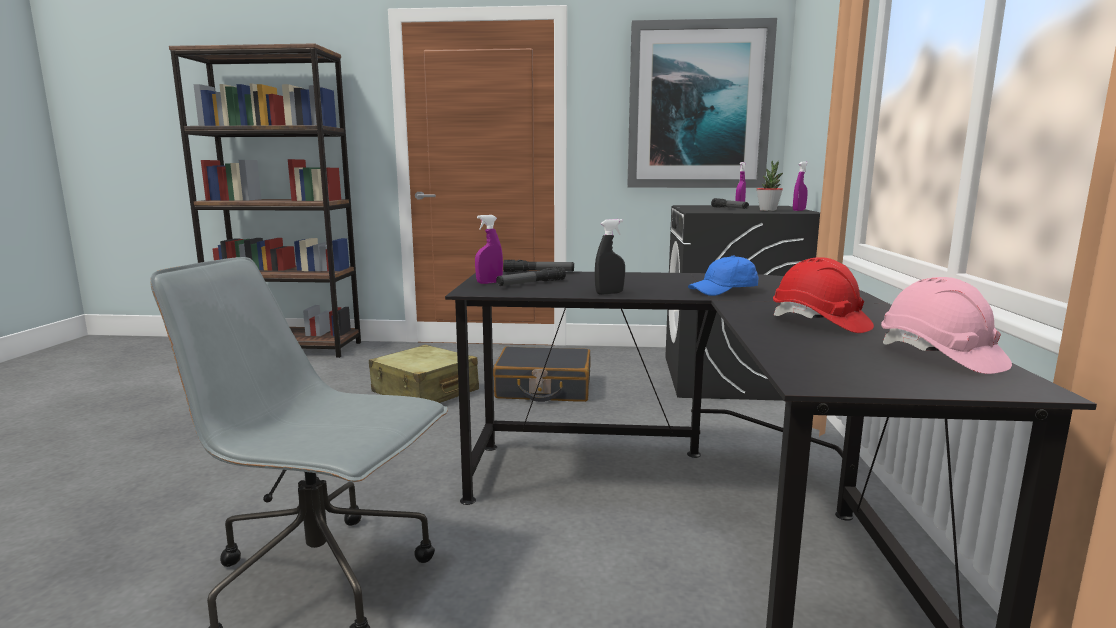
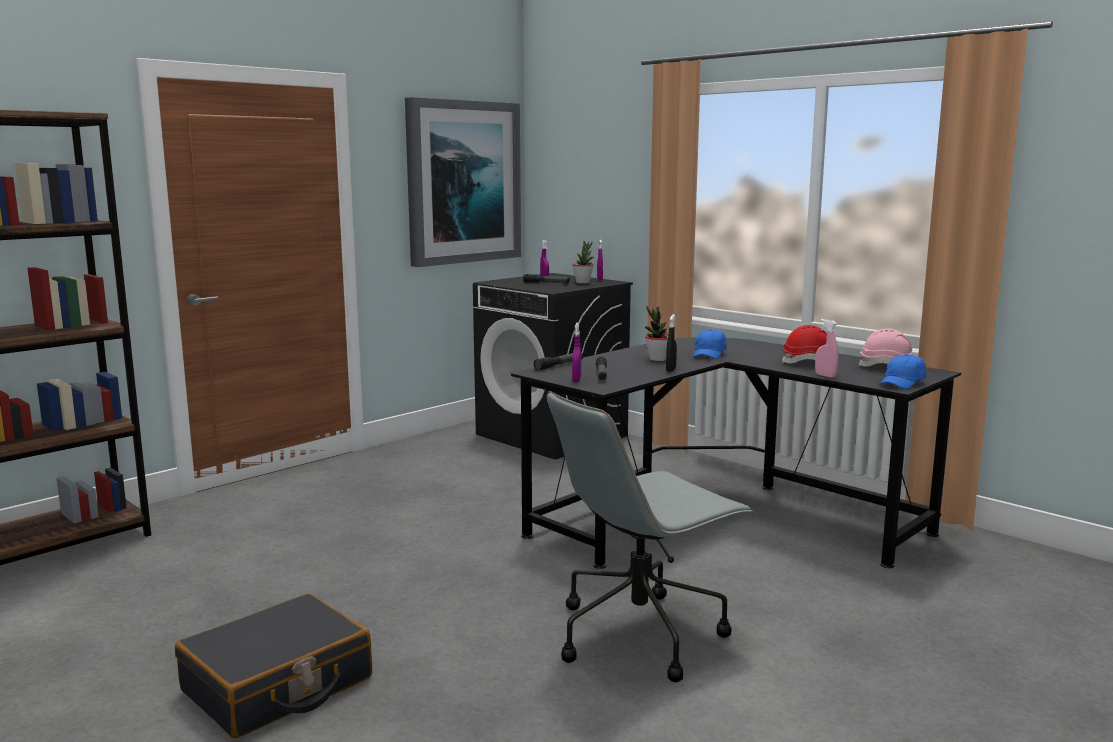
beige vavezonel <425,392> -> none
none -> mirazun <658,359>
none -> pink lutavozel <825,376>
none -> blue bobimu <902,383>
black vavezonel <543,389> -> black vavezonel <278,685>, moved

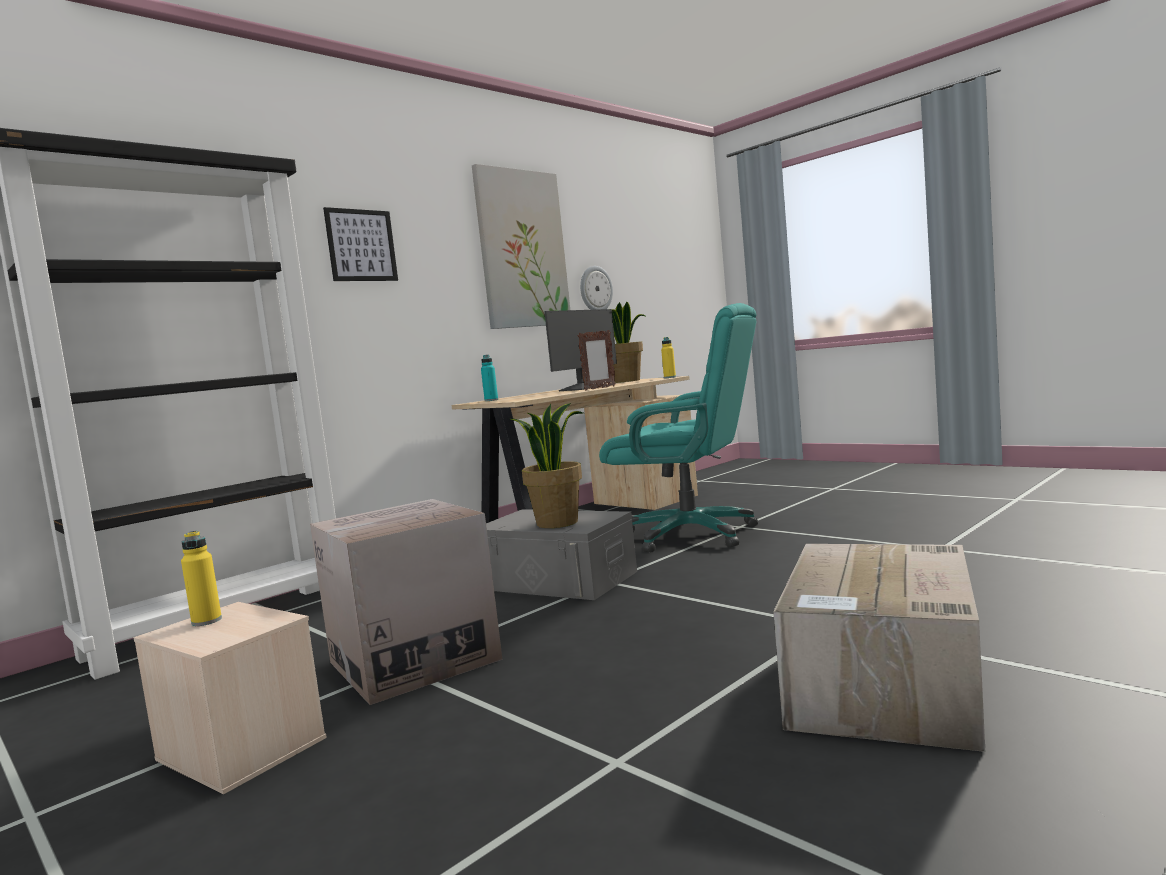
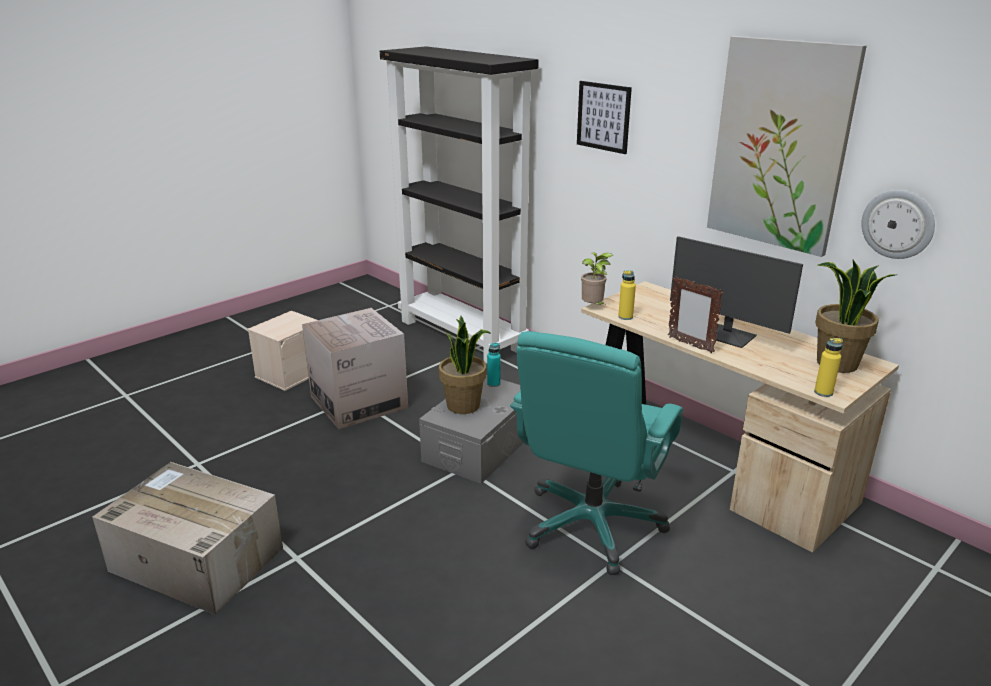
none -> mirazun <593,307>
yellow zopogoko <206,621> -> yellow zopogoko <625,317>, moved
turquoise zopogoko <491,400> -> turquoise zopogoko <493,384>, moved

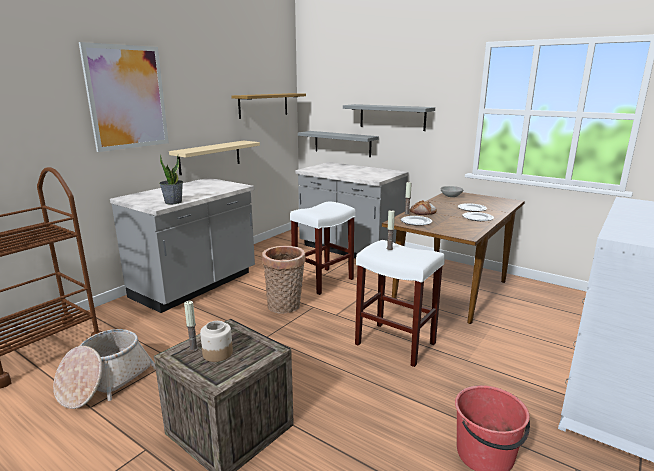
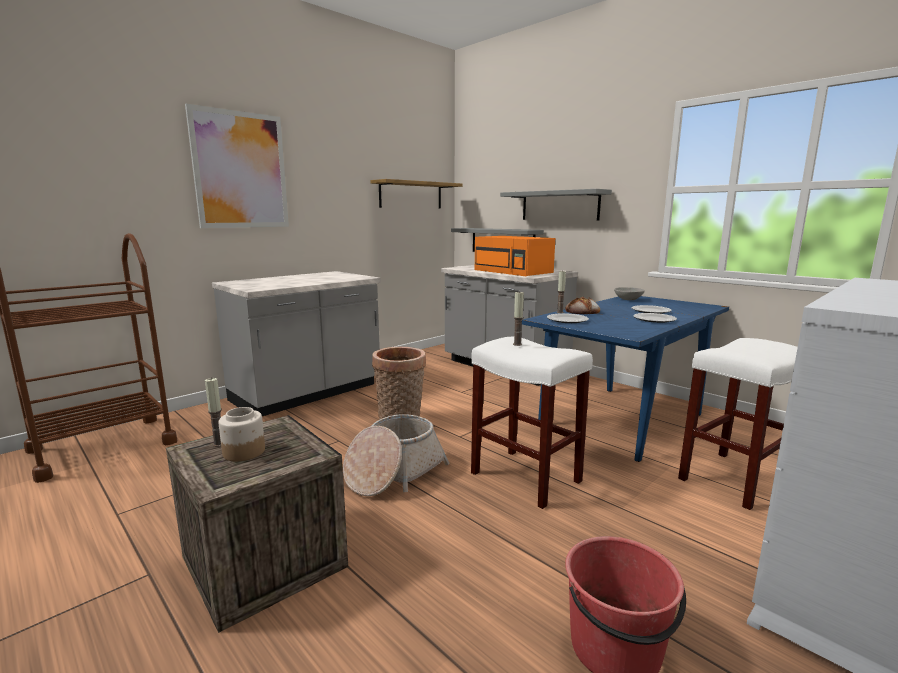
mirazun <173,202> -> none
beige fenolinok <210,157> -> none
none -> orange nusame <513,271>
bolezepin <104,382> -> bolezepin <393,473>, moved
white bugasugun <323,281> -> white bugasugun <734,480>, moved
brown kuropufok <451,289> -> blue kuropufok <622,419>

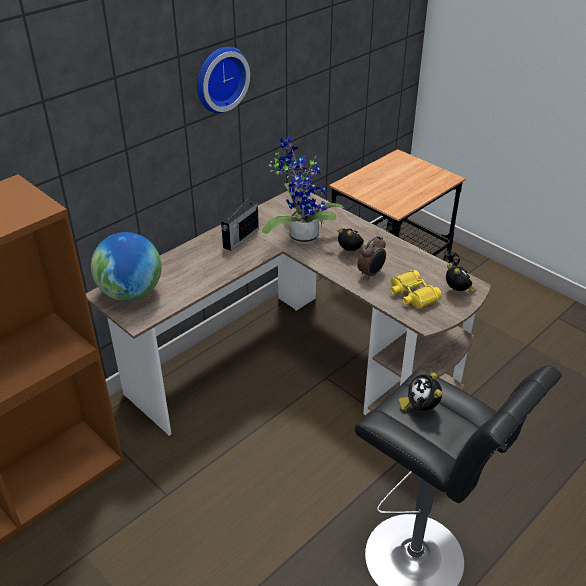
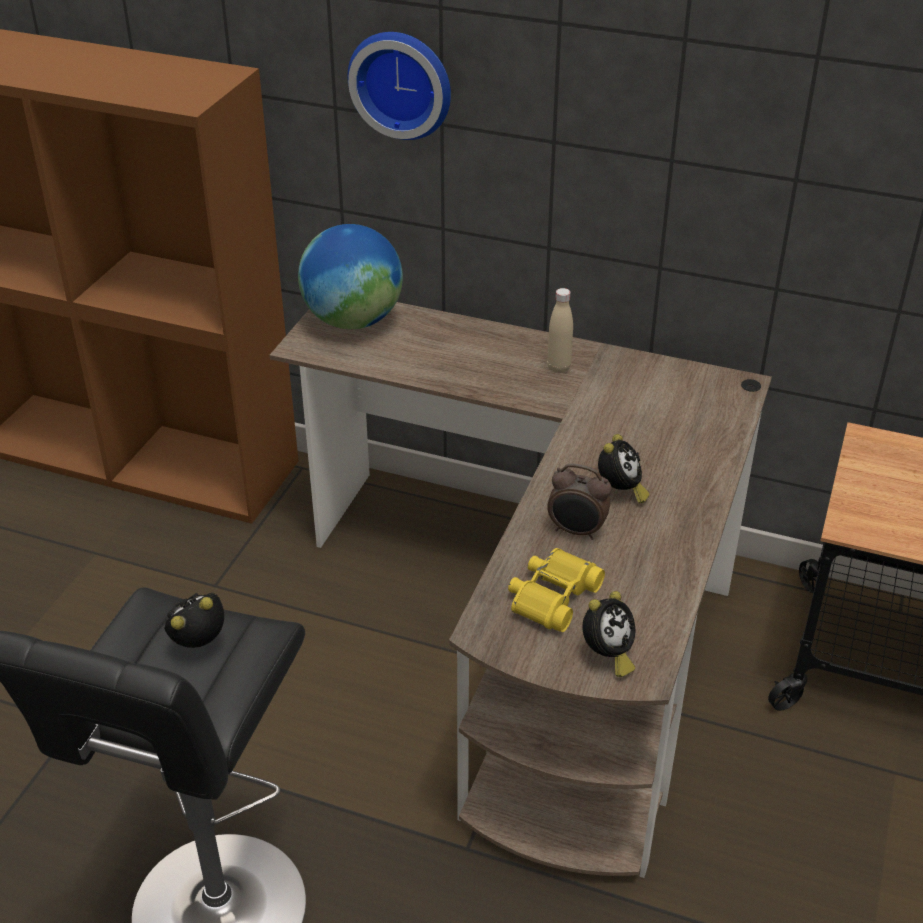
mirazun <300,235> -> none
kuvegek <219,78> -> kuvegek <402,83>, moved
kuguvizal <240,238> -> beige zopogoko <558,367>

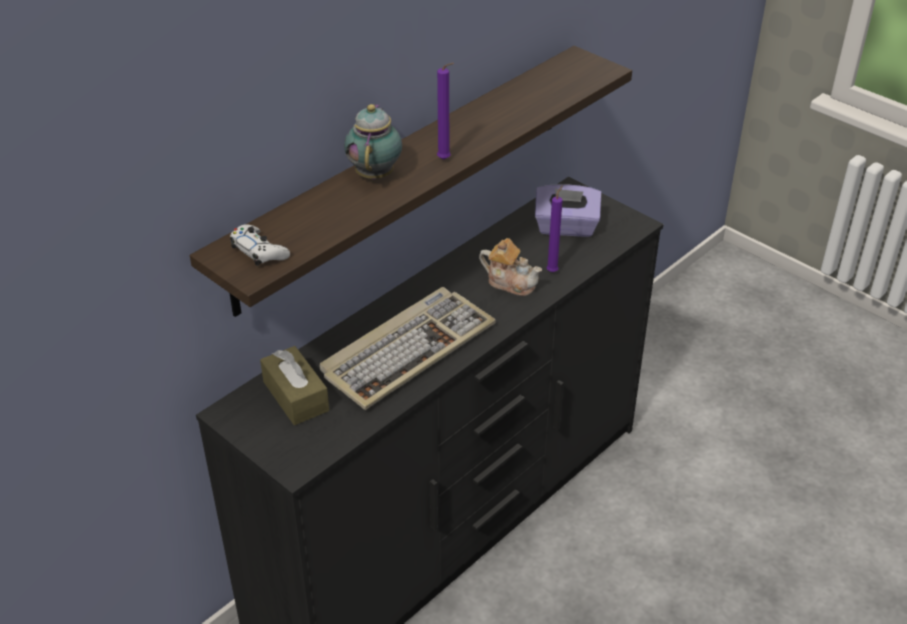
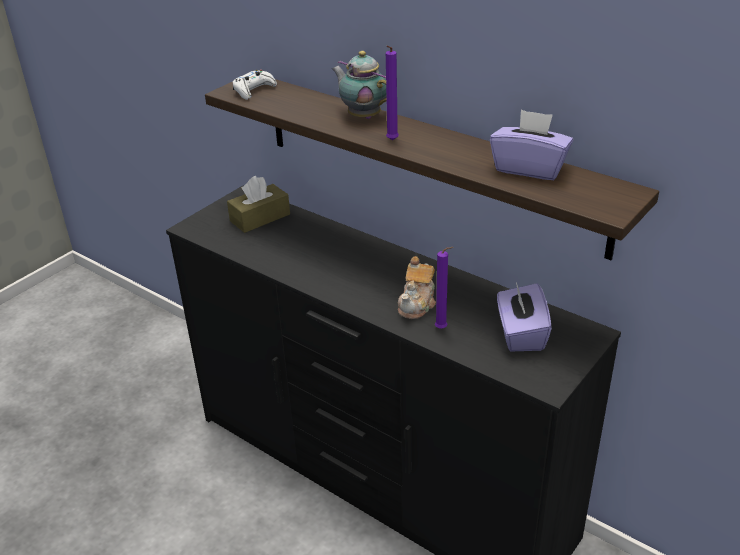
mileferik <408,350> -> none
none -> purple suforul <529,168>
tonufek <375,173> -> tonufek <363,116>, 135 degrees counterclockwise

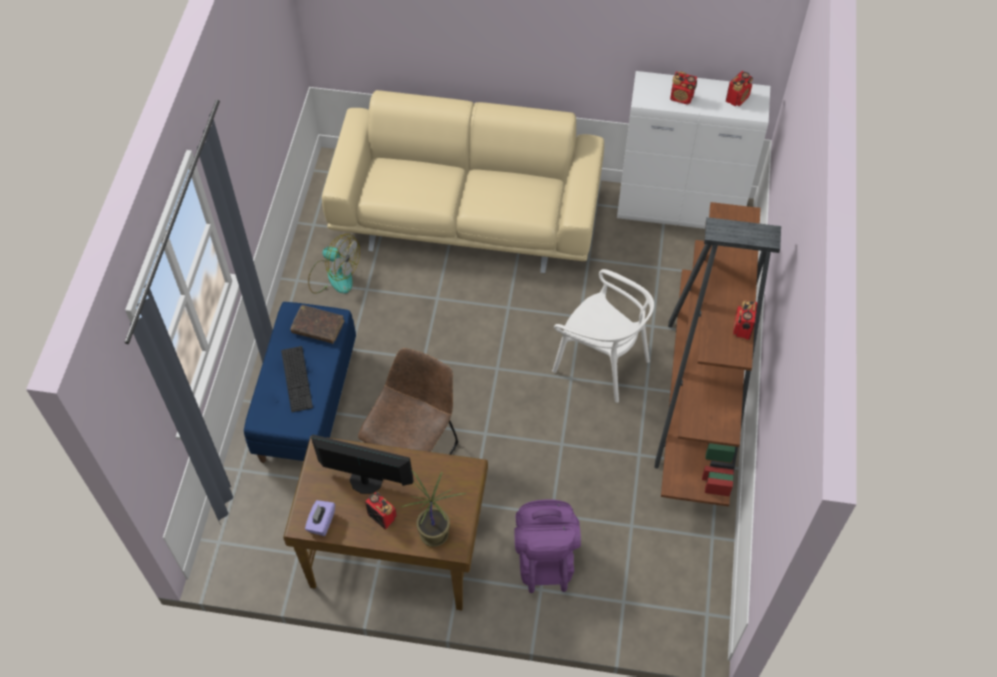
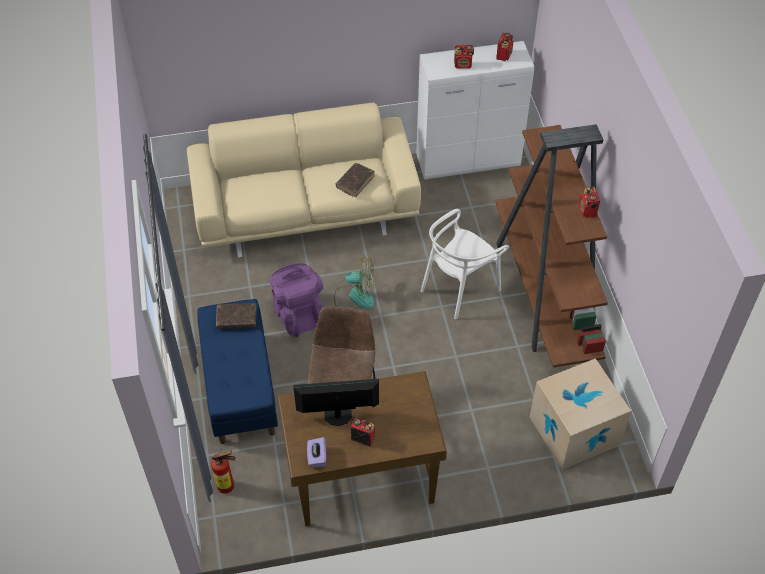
mileferik <296,379> -> none
mirazun <434,533> -> none
none -> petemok <228,486>
none -> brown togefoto <355,182>
none -> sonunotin <574,431>
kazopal <333,276> -> kazopal <355,297>, moved
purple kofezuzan <544,556> -> purple kofezuzan <298,314>, moved
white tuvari <601,362> -> white tuvari <459,288>, 120 degrees clockwise

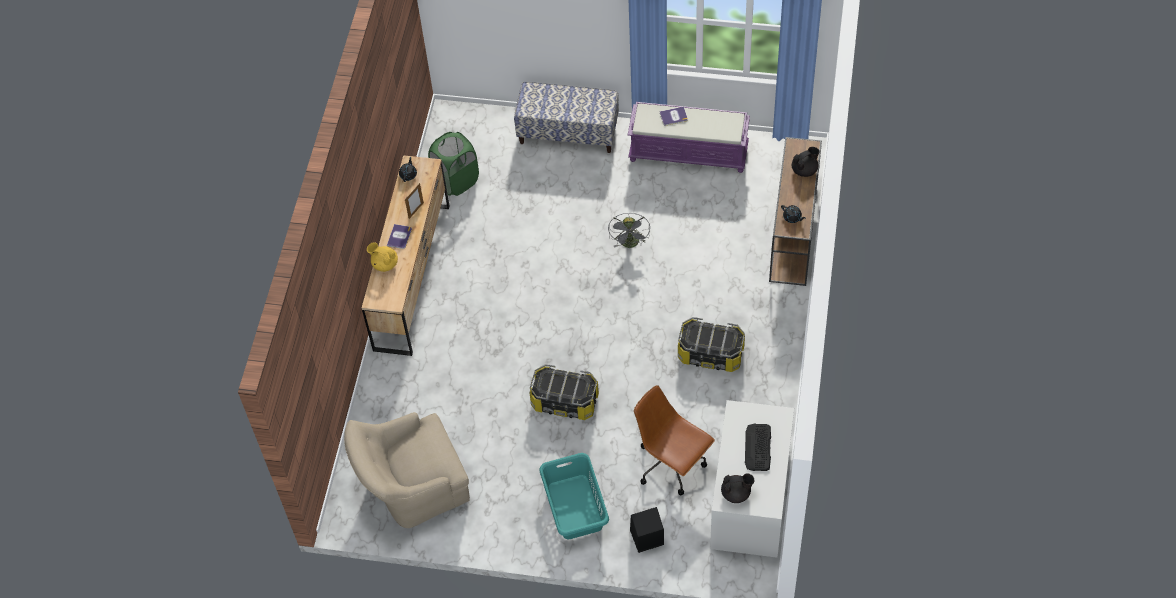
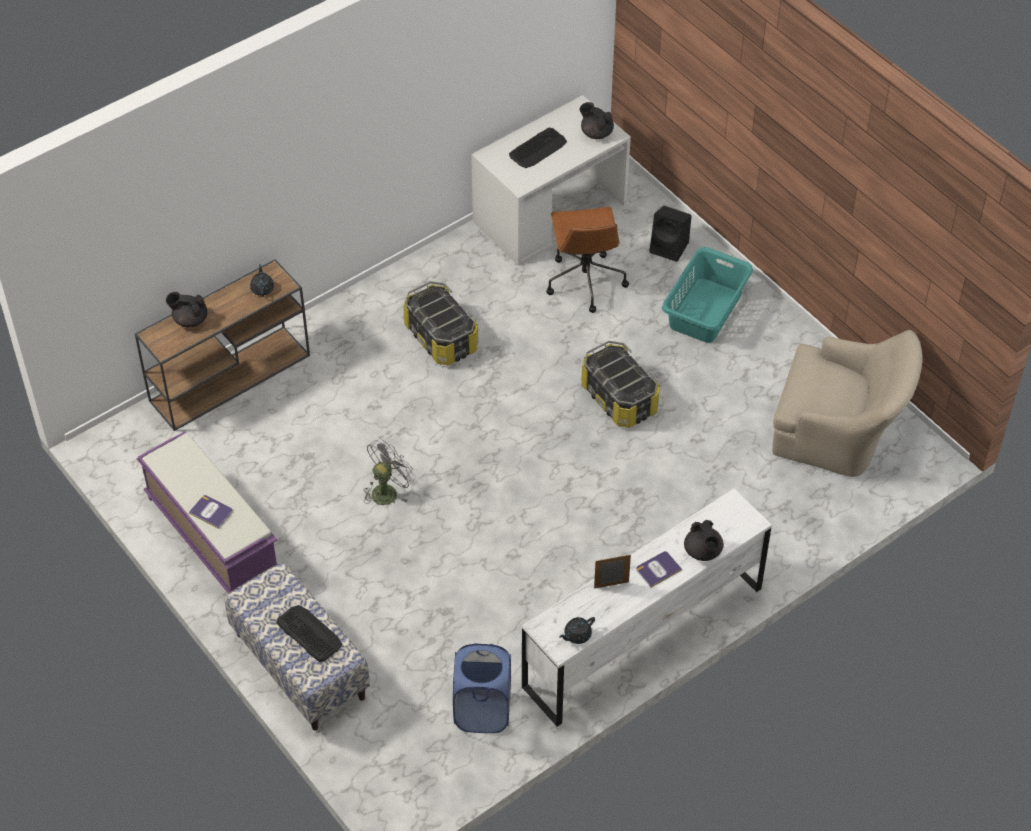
none -> mileferik <309,633>
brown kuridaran <412,276> -> white kuridaran <643,637>
yellow tonufek <384,264> -> black tonufek <703,552>
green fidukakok <456,181> -> blue fidukakok <482,711>

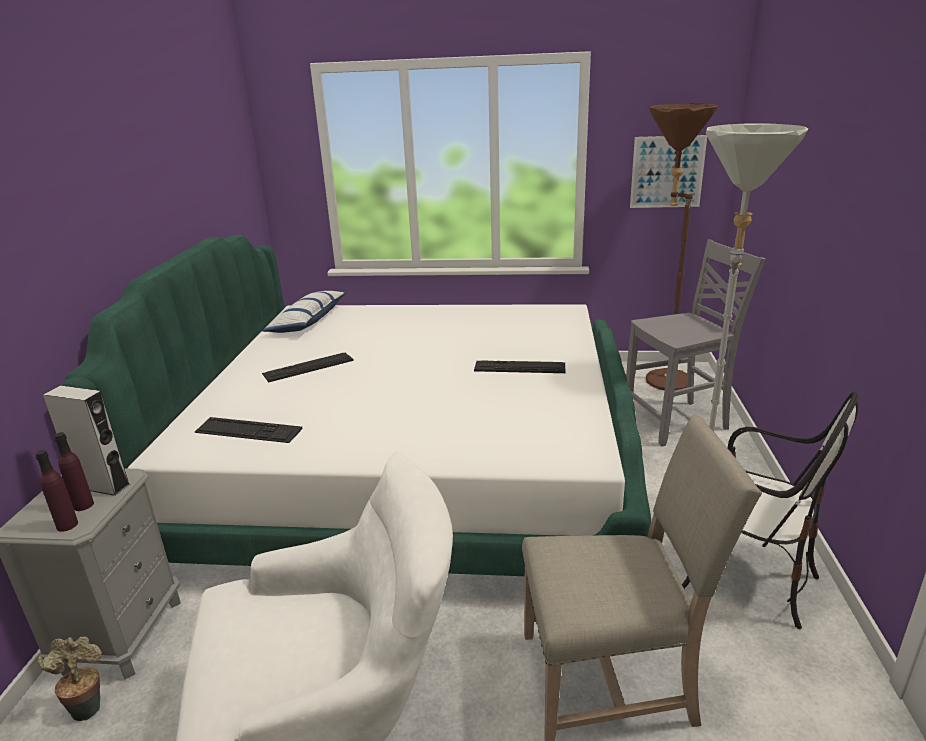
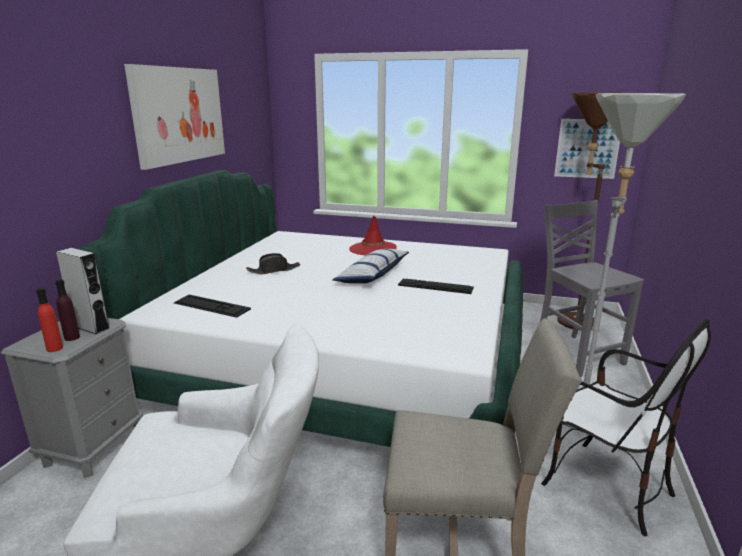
mirazun <87,706> -> none
none -> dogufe <179,115>
none -> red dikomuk <372,249>
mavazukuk <308,321> -> mavazukuk <372,275>, moved
mileferik <308,367> -> black dikomuk <274,270>
purple zopogoko <67,525> -> red zopogoko <54,348>
grey tuvari <678,422> -> grey tuvari <576,354>, 105 degrees counterclockwise

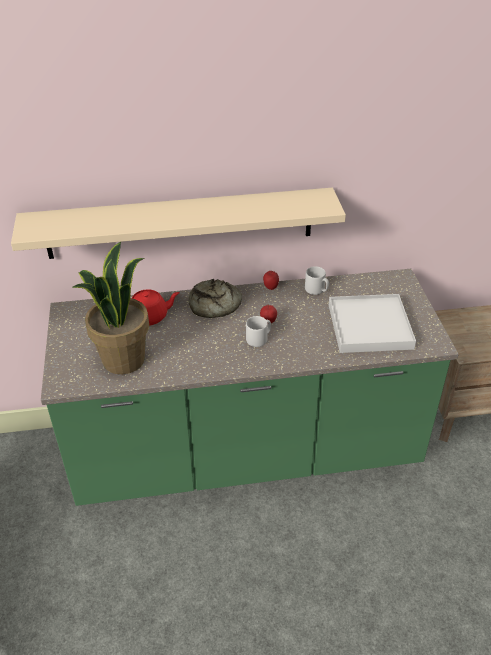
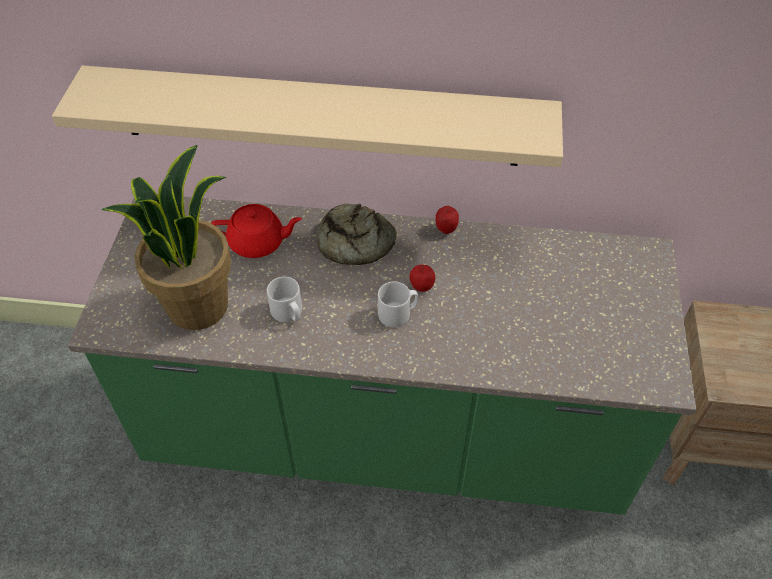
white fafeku <370,326> -> none
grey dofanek <316,290> -> grey dofanek <288,313>, moved

